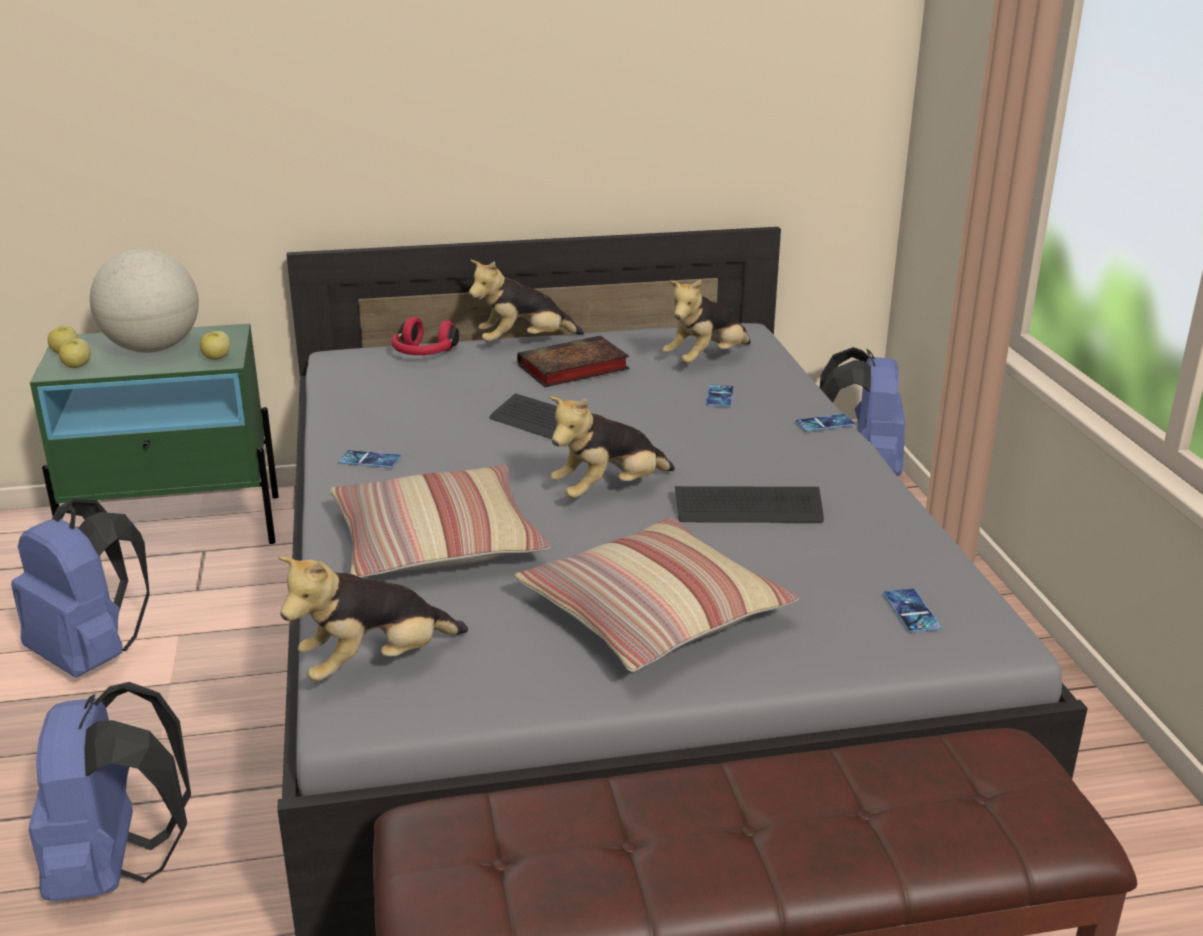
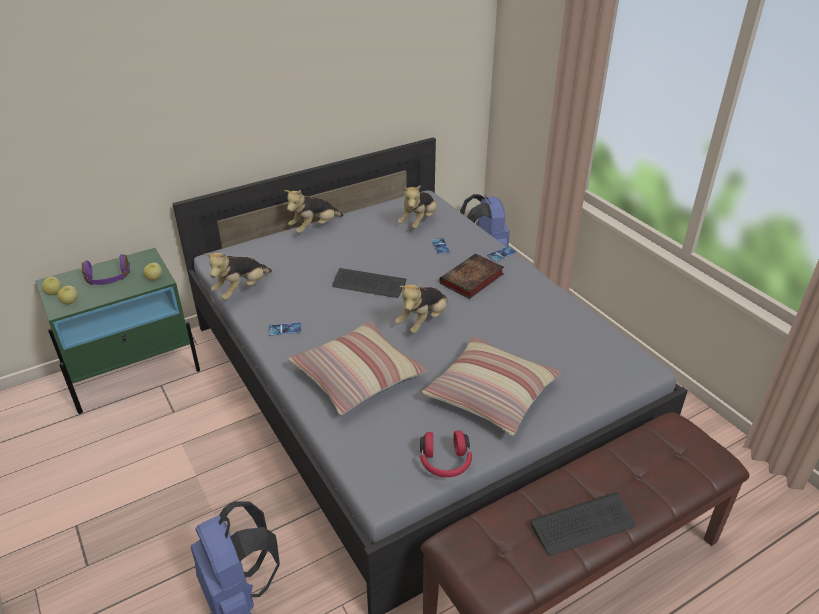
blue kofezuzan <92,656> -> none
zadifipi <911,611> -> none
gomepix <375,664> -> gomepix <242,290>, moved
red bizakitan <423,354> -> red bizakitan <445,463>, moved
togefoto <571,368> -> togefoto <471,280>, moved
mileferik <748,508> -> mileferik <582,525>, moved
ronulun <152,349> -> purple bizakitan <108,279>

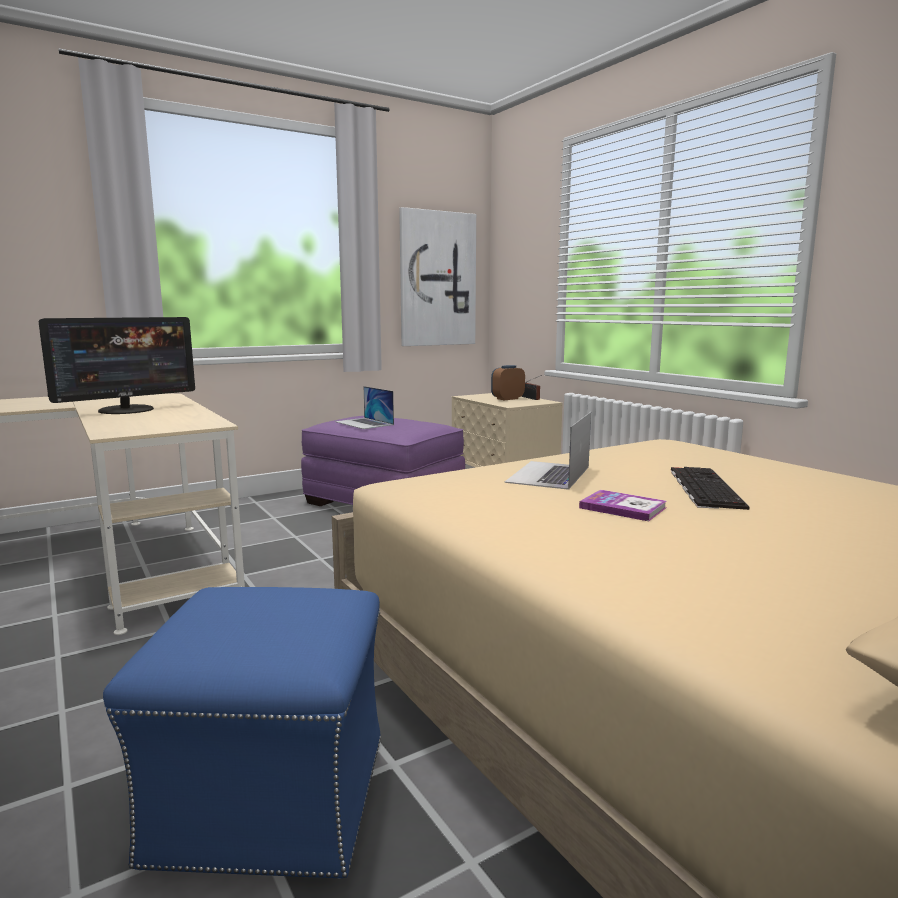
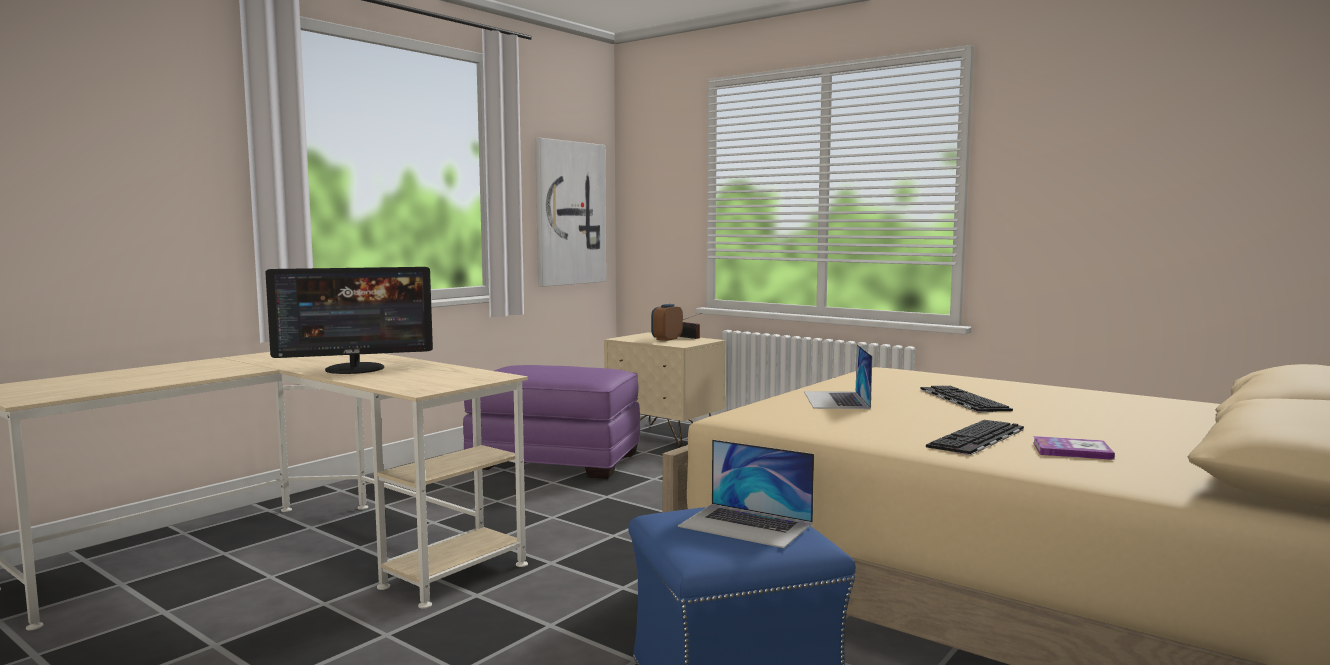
none -> mileferik <978,439>
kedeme <364,423> -> kedeme <746,524>, moved
togefoto <622,508> -> togefoto <1071,450>, moved
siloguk <127,410> -> siloguk <355,369>, 45 degrees clockwise

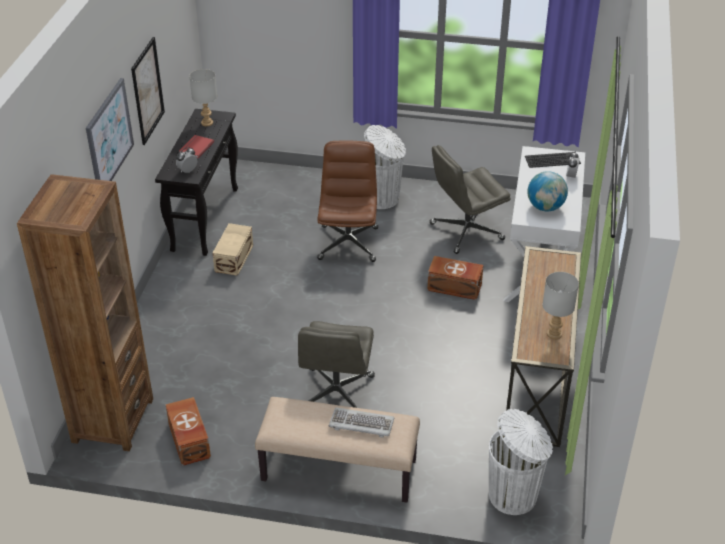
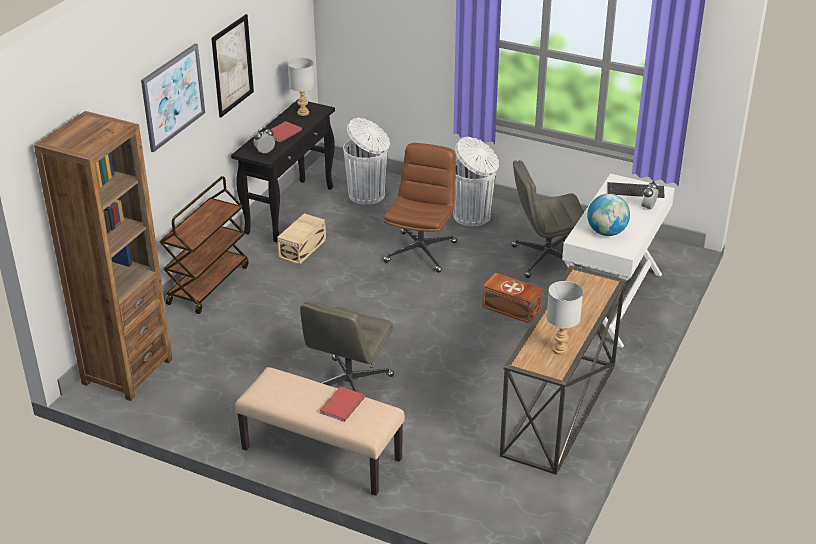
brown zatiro <188,441> -> none
none -> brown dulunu <208,284>
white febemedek <514,495> -> white febemedek <368,195>, moved
mileferik <361,424> -> red togefoto <341,405>

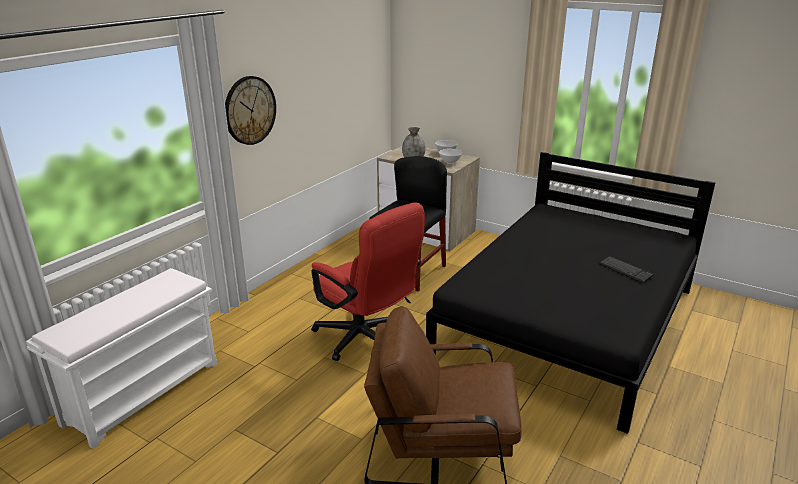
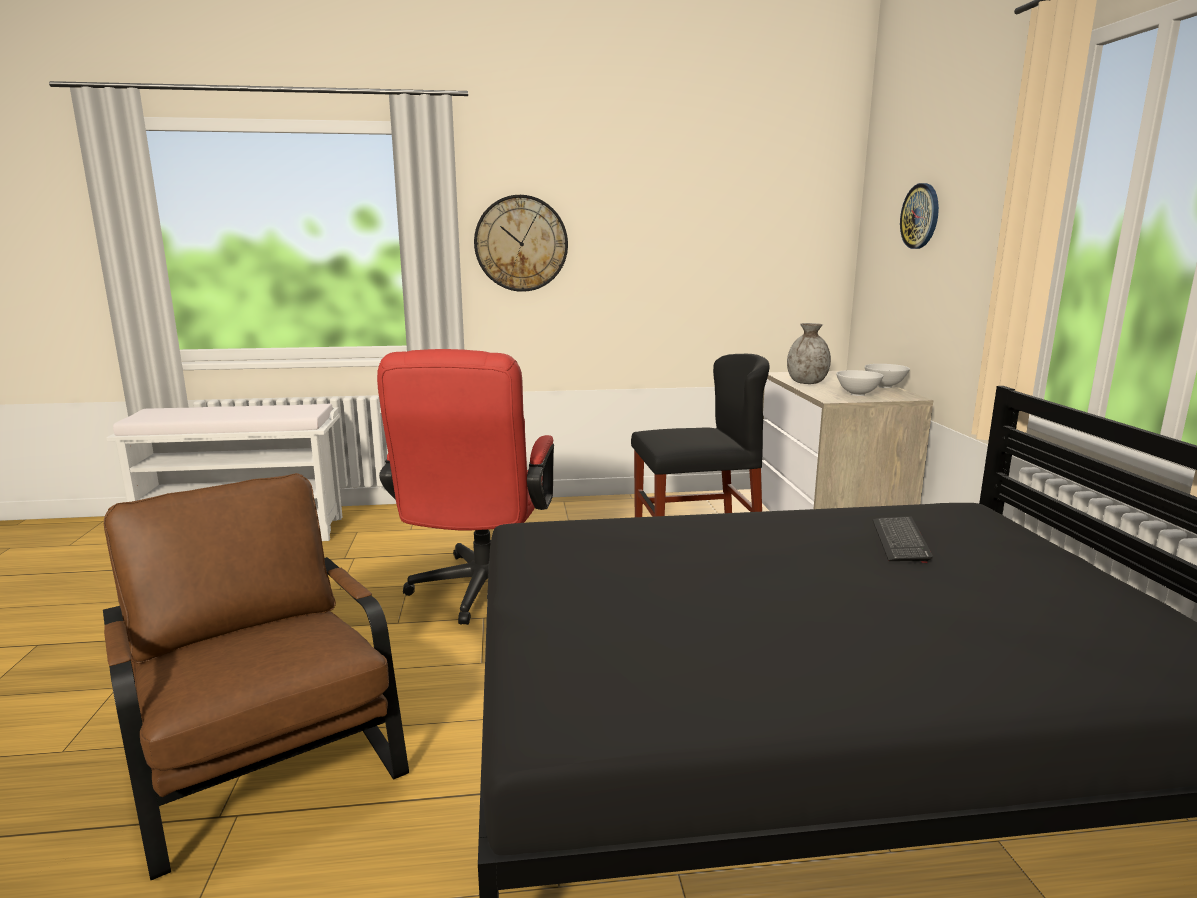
none -> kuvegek <920,216>
mileferik <625,270> -> mileferik <900,541>, moved

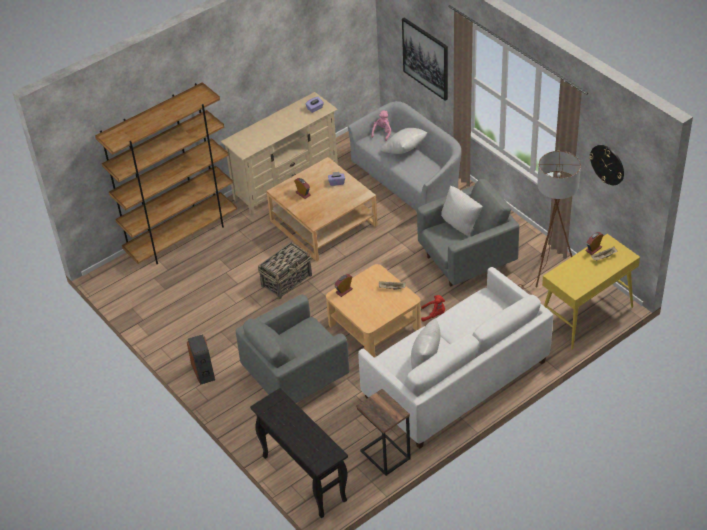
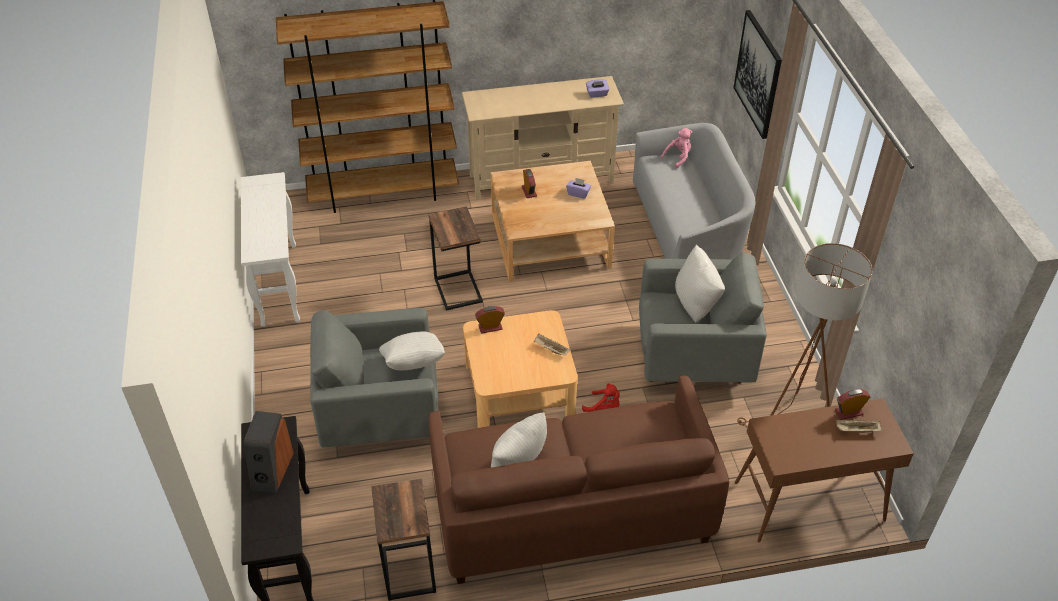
kuvegek <607,164> -> none
none -> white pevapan <278,283>
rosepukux <203,371> -> rosepukux <271,470>, moved
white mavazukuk <404,151> -> white mavazukuk <413,365>, moved
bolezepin <287,280> -> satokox <459,289>
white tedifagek <455,380> -> brown tedifagek <571,510>
yellow pevapan <585,315> -> brown pevapan <808,502>

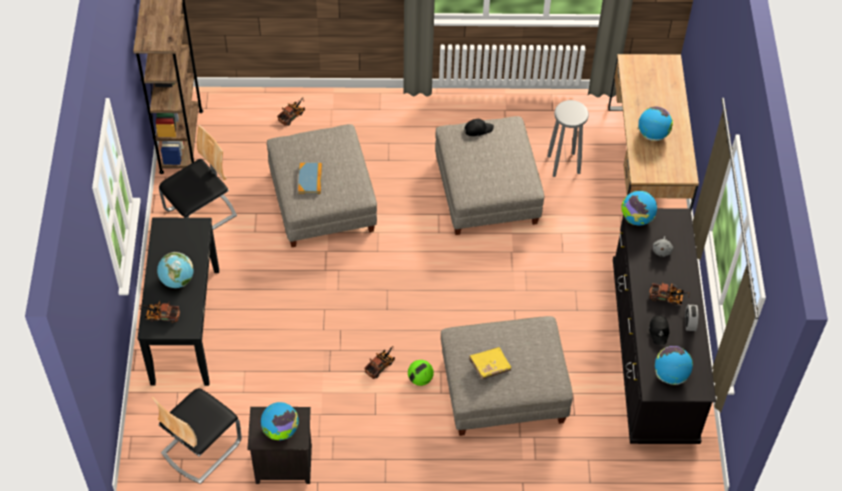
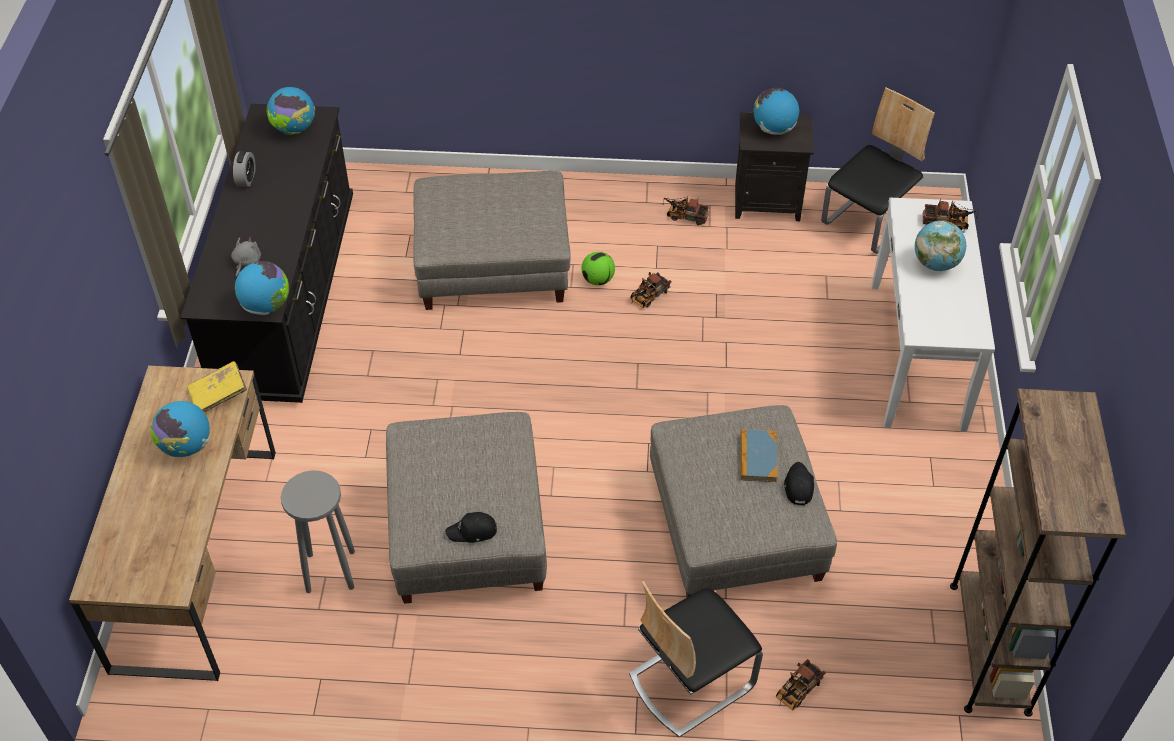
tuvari <201,213> -> tuvari <690,680>, moved
yellow togefoto <489,366> -> yellow togefoto <219,394>, moved
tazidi <668,298> -> tazidi <684,216>, moved
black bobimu <659,331> -> black bobimu <798,486>, moved
black pevapan <185,326> -> white pevapan <918,355>

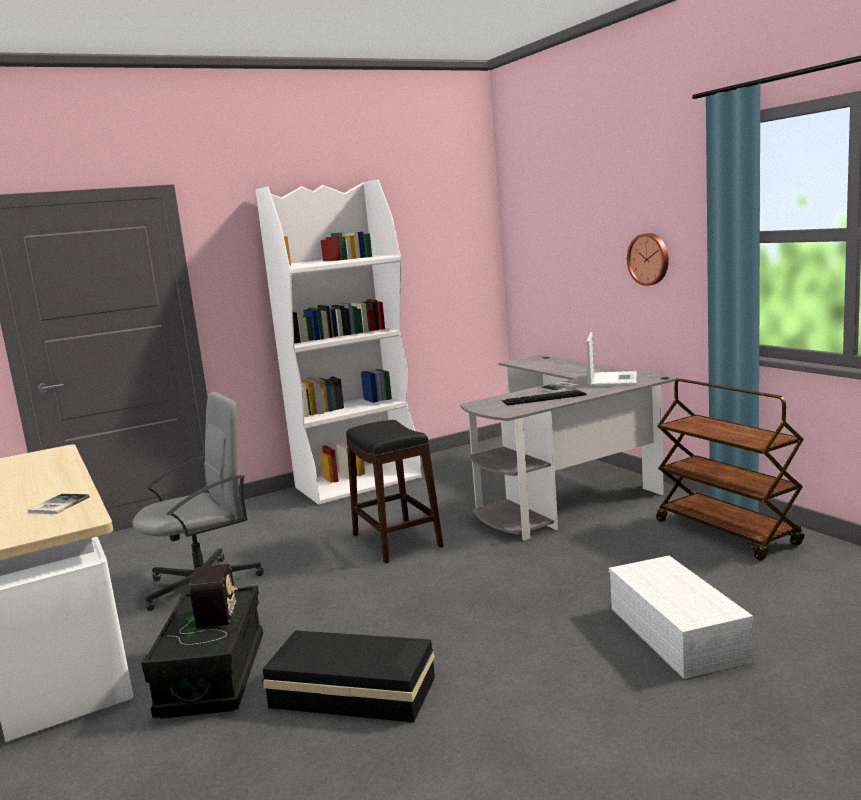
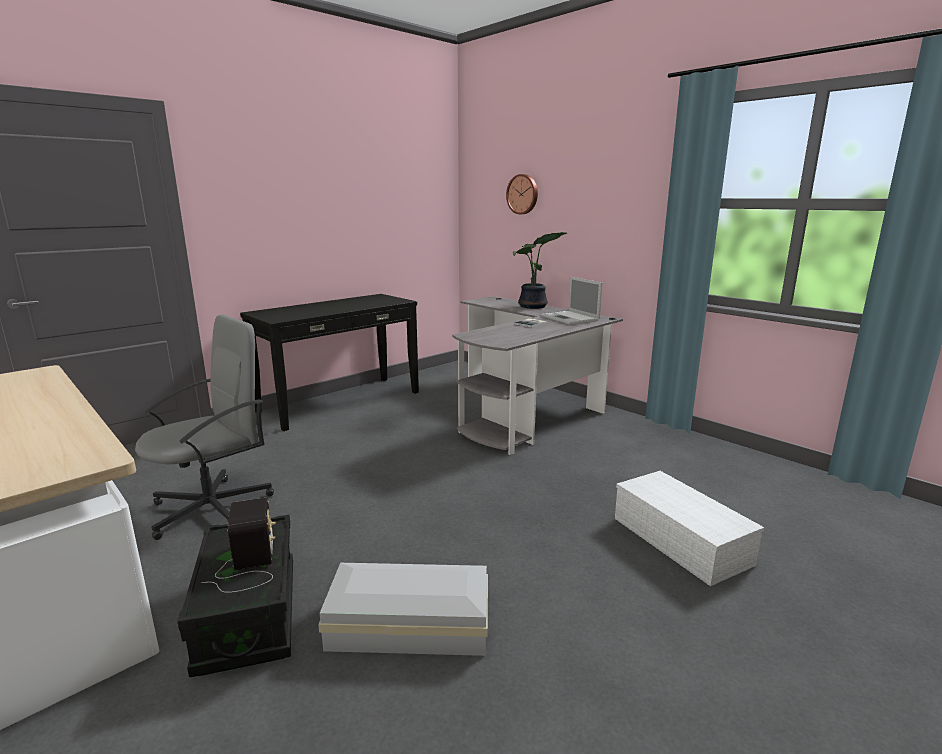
togefoto <57,505> -> none
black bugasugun <396,541> -> none
mileferik <543,398> -> none
brown dulunu <727,533> -> none
none -> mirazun <533,307>
kuvegek <649,259> -> kuvegek <523,194>, moved
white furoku <359,482> -> black pevapan <340,401>
black zatiro <351,691> -> white zatiro <407,622>
kedeme <612,380> -> kedeme <570,318>, 150 degrees clockwise

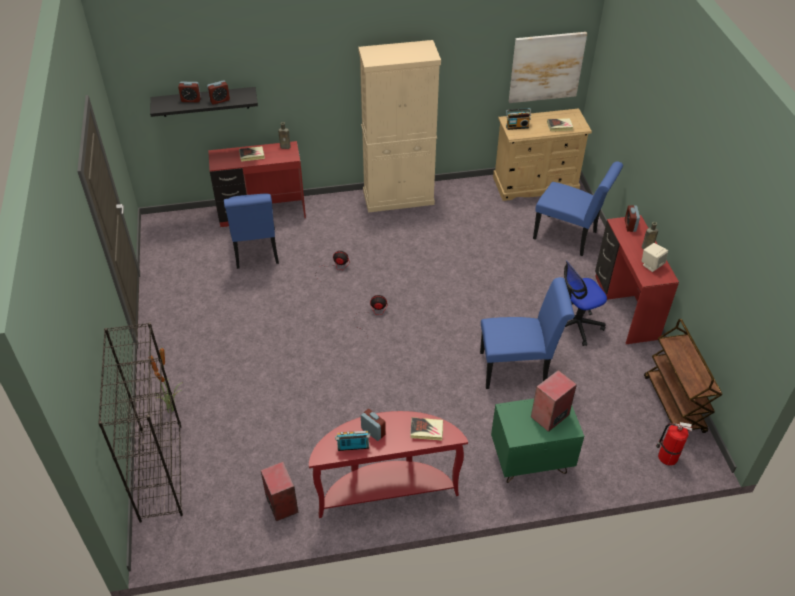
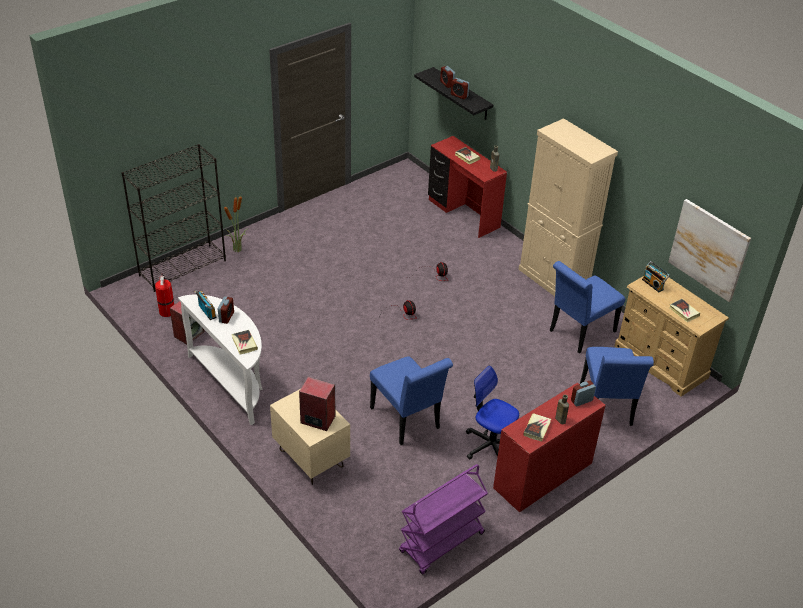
blue tuvari <256,251> -> blue tuvari <579,333>, moved
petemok <666,457> -> petemok <167,311>, moved
beige rosepukux <651,265> -> togefoto <537,429>
red pevapan <386,490> -> white pevapan <232,383>
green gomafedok <530,461> -> beige gomafedok <311,459>
brown dulunu <674,405> -> purple dulunu <441,543>

